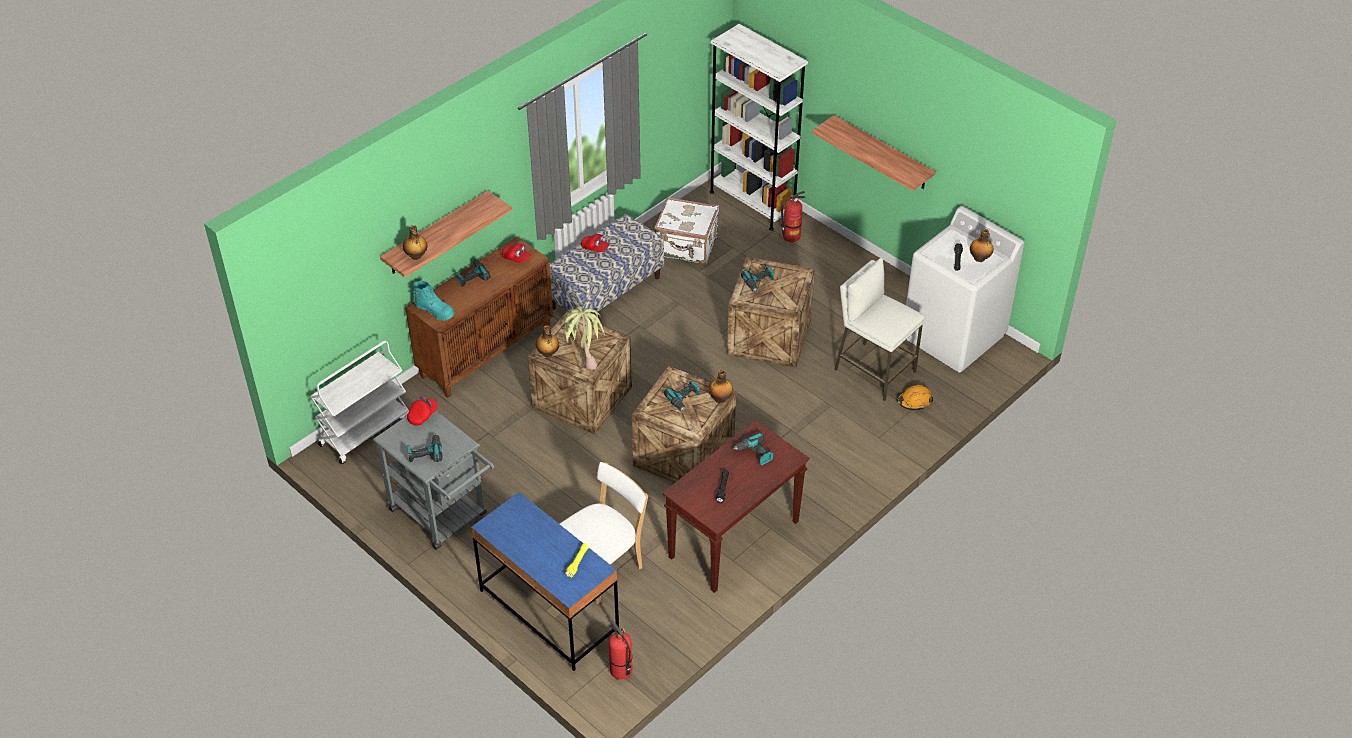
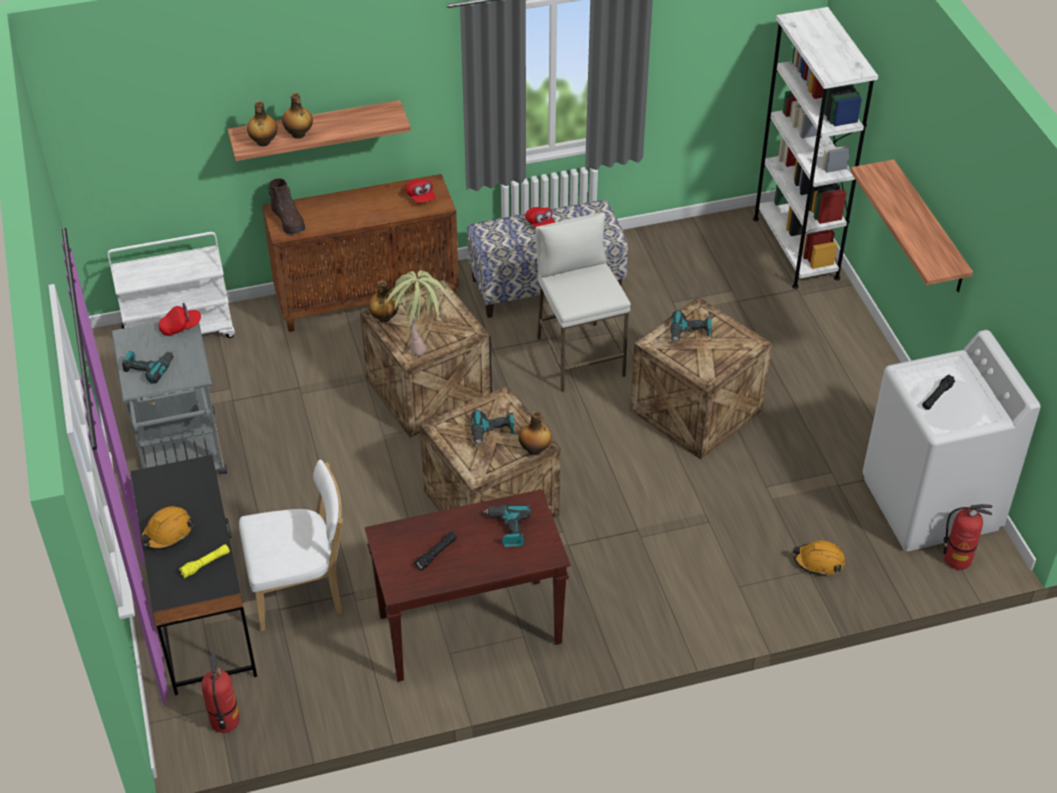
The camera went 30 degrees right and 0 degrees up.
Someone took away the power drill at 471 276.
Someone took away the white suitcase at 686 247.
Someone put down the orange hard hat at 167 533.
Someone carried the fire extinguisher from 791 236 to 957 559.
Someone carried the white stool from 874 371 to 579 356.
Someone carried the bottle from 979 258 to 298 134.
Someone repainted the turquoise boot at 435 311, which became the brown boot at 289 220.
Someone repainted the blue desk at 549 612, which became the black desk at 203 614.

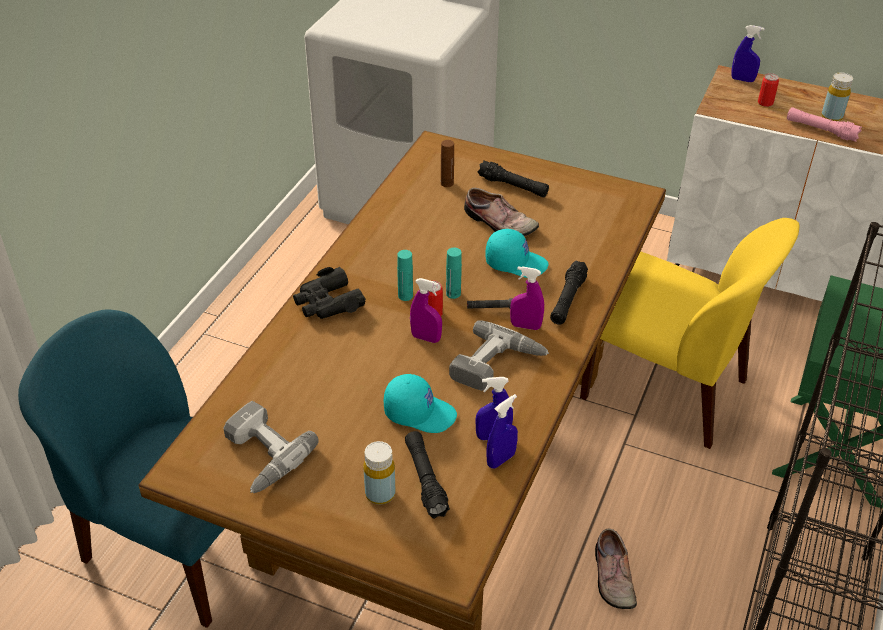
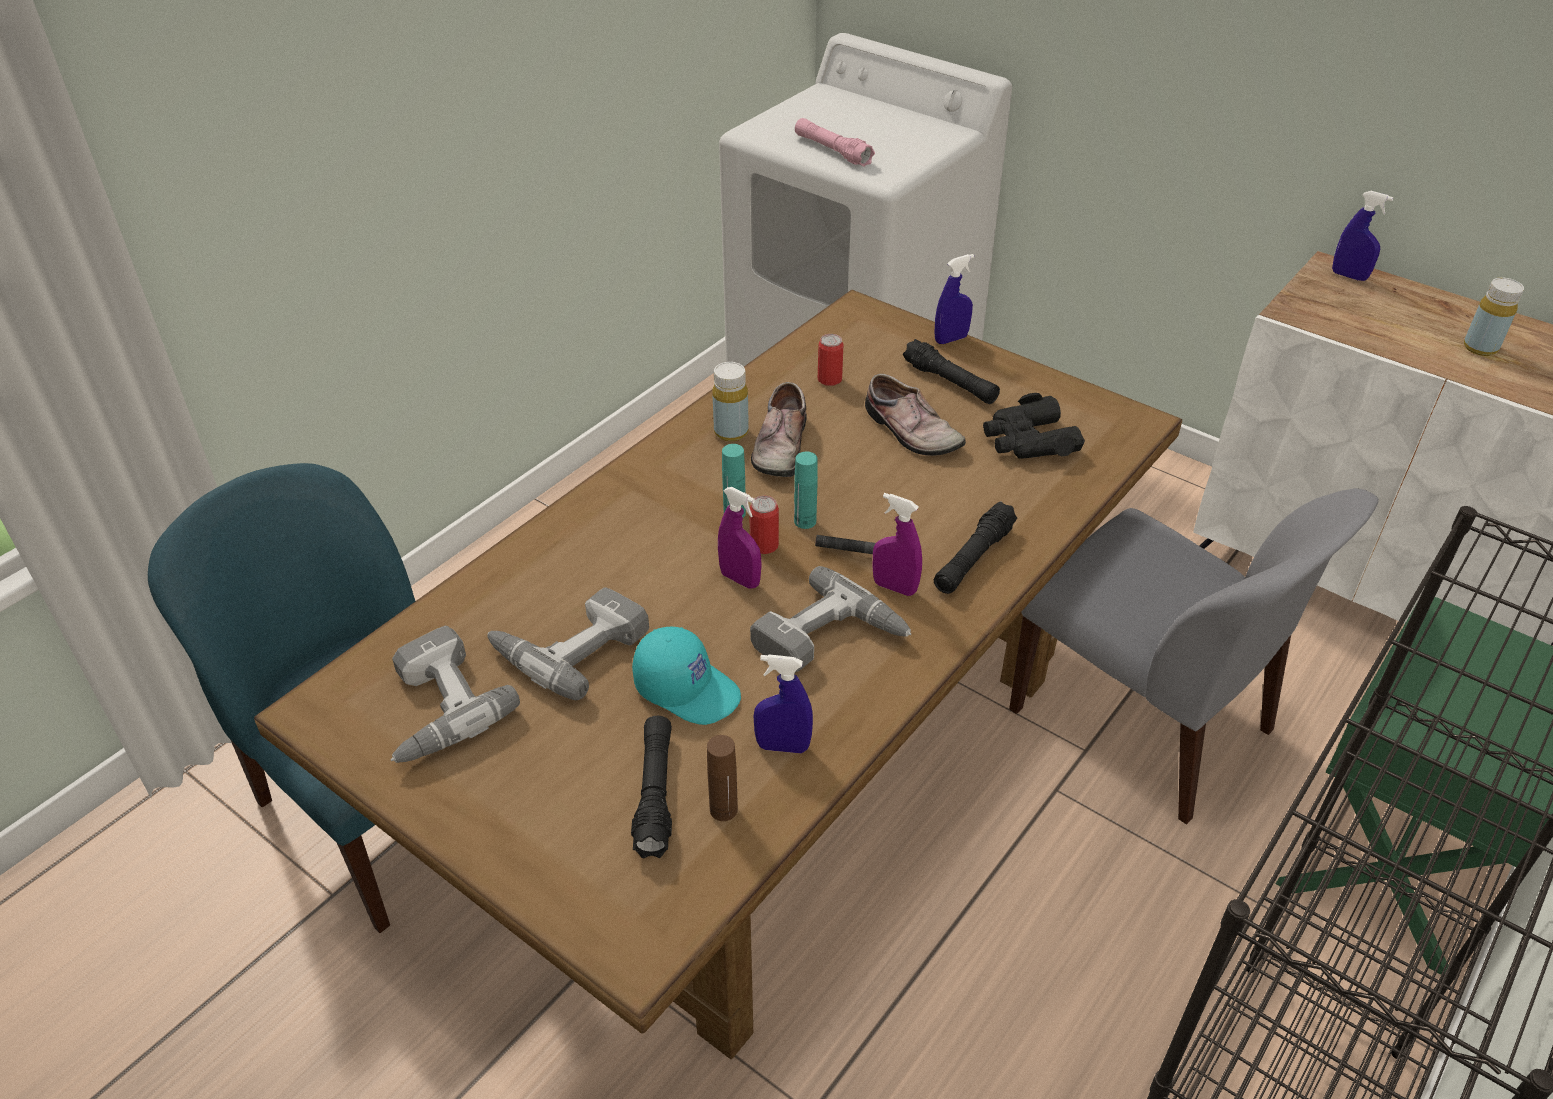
The camera went 15 degrees right and 0 degrees up.
Someone took away the turquoise cap at 516 262.
Someone put down the power drill at 570 646.
Someone carried the black binoculars from 327 303 to 1028 440.
Someone carried the yellow bottle from 380 494 to 731 432.
Someone carried the brown bottle from 447 183 to 723 809.
Someone carried the blue spray bottle from 501 460 to 951 339.
Someone carried the shoe from 611 577 to 778 446.
Someone carried the can from 765 103 to 829 379.
Someone carried the pink flashlight from 821 130 to 832 151.
Someone repainted the yellow chair at 667 390, which became the grey chair at 1145 723.

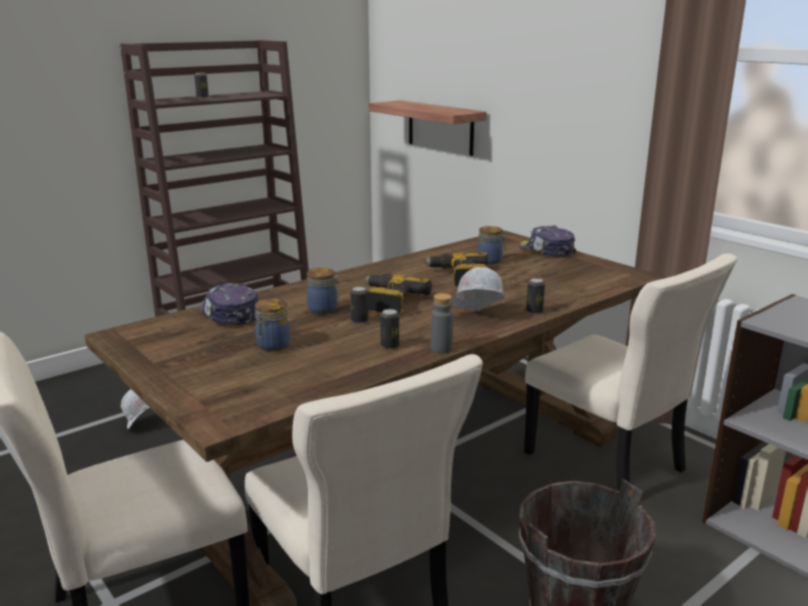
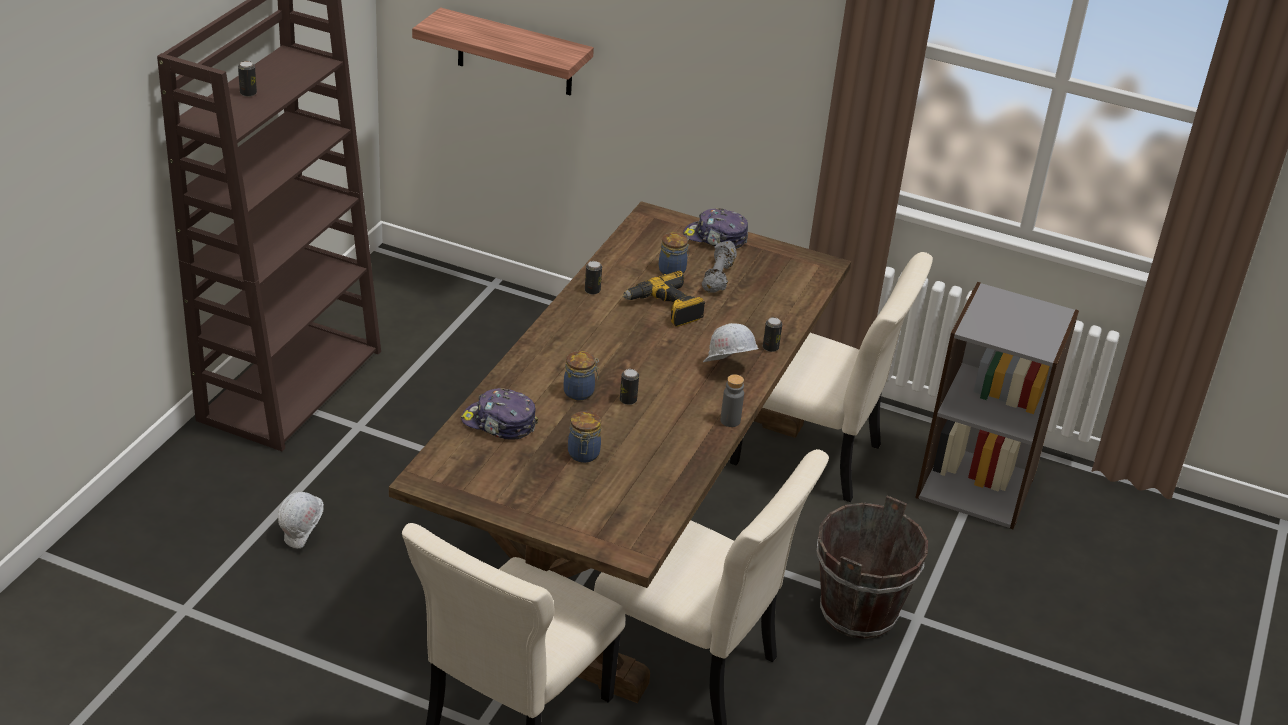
The camera went 30 degrees left and 15 degrees up.
Someone took away the power drill at 389 302.
Someone put down the grey dumbbell at 719 277.
Someone carried the can from 390 345 to 592 290.

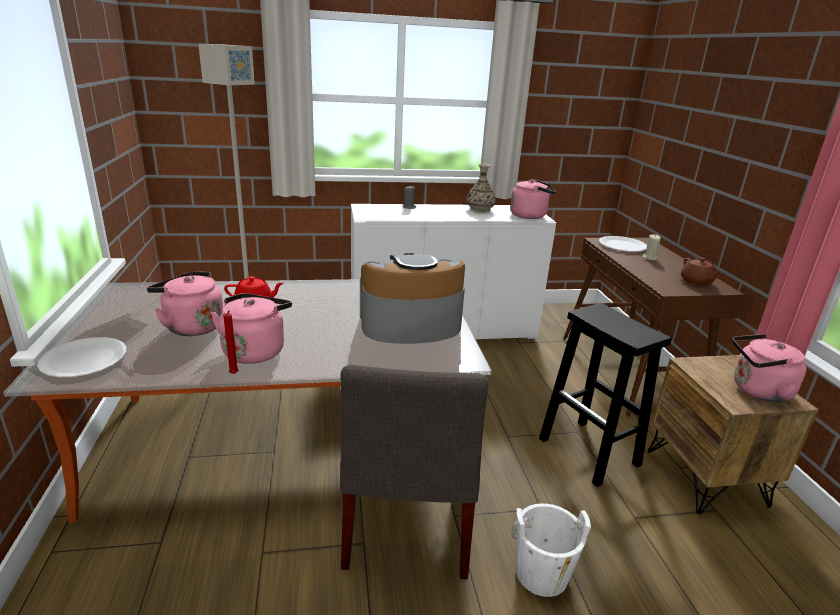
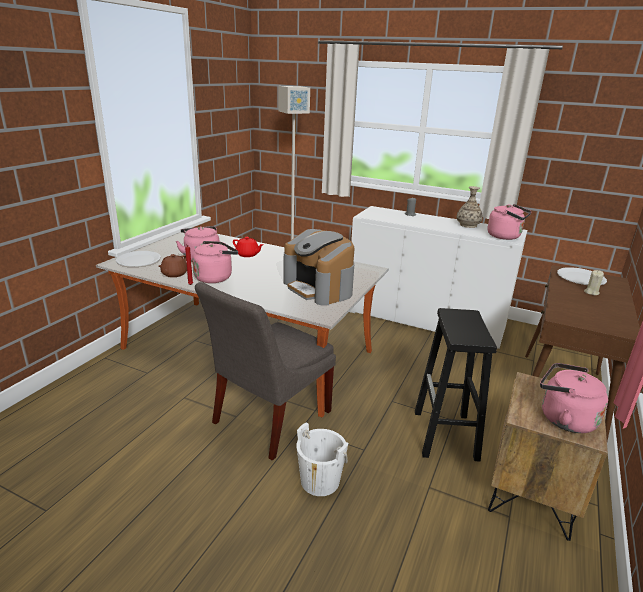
The camera went 35 degrees right and 0 degrees up.
Someone carried the brown teapot from 696 281 to 174 274.
Someone rotated the coffee machine at 409 325 by 150 degrees counterclockwise.

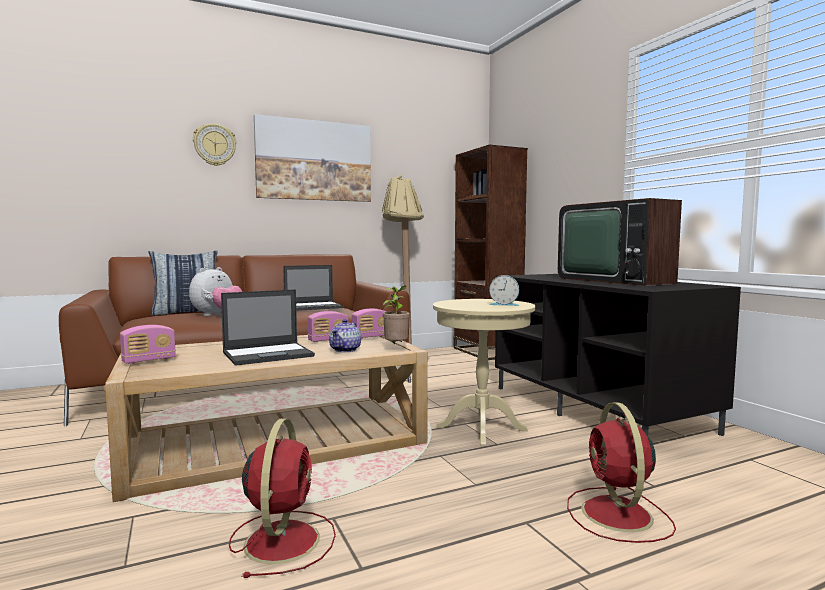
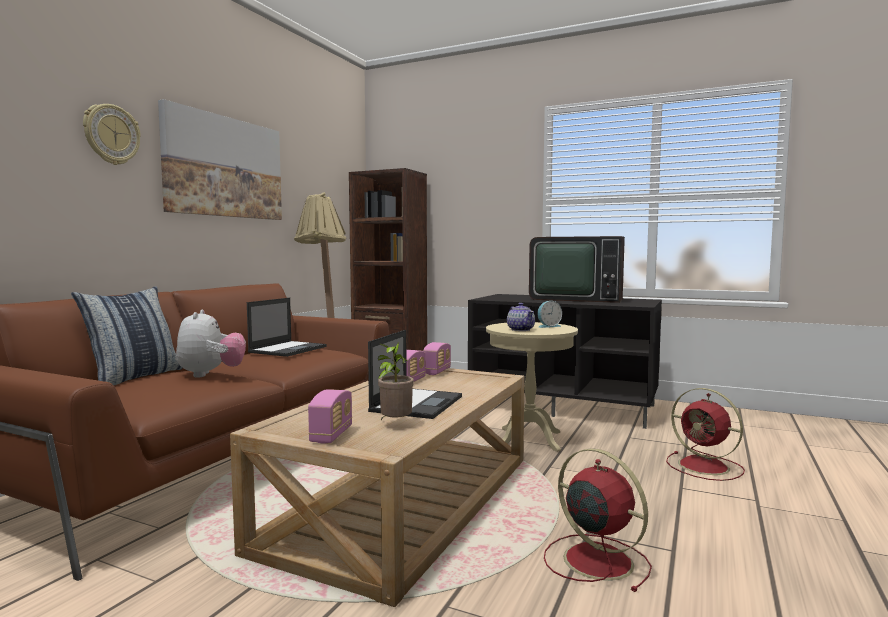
The camera went 40 degrees left and 0 degrees up.
Someone carried the teapot from 345 350 to 520 329.
Someone carried the potted plant from 396 347 to 394 425.

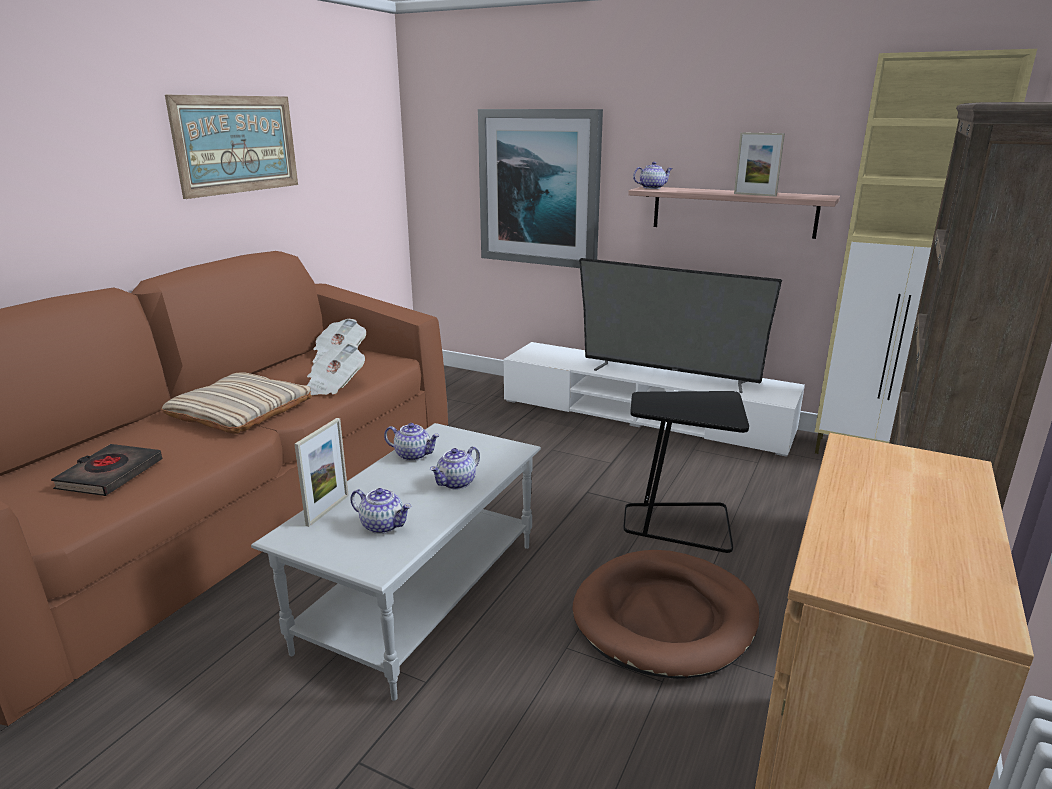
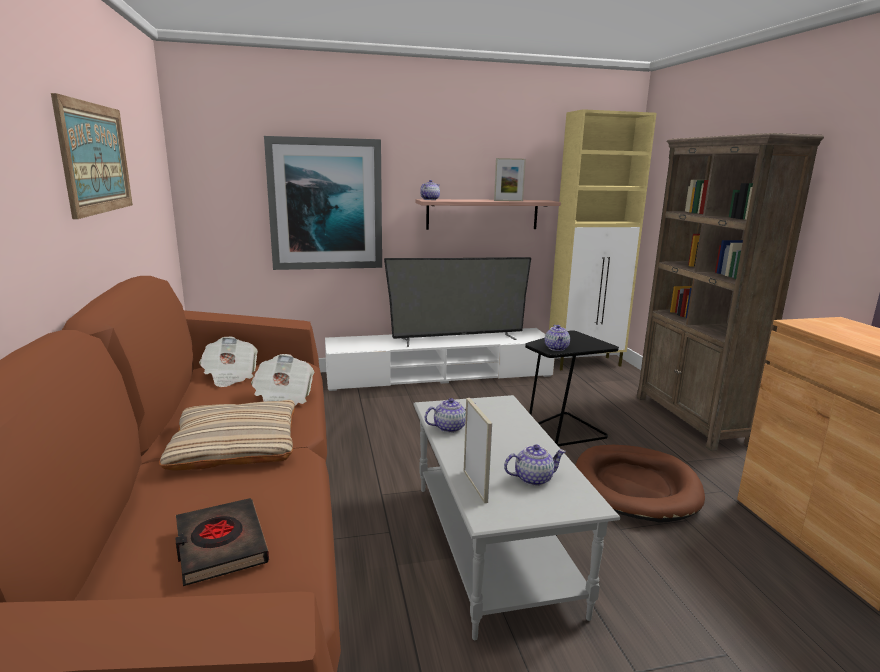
The camera went 40 degrees left and 5 degrees down.
Someone carried the teapot from 456 483 to 557 348.

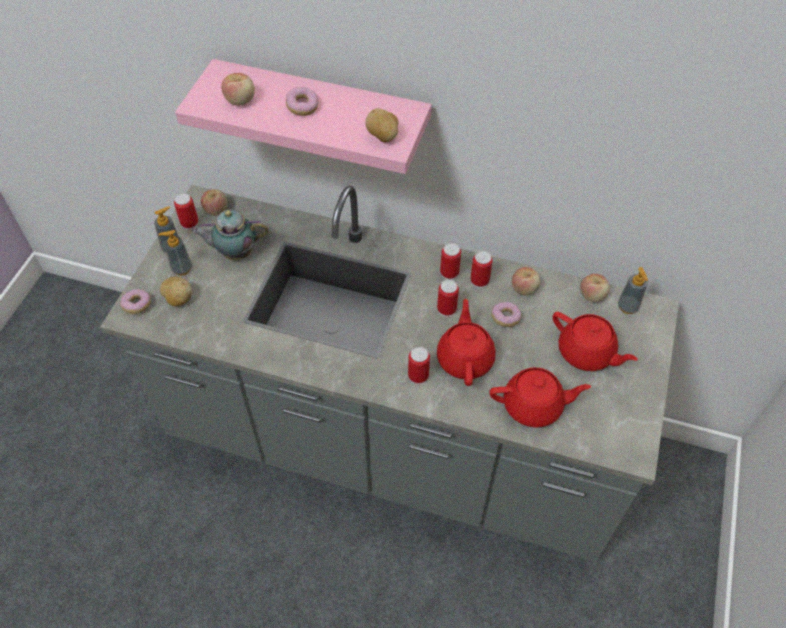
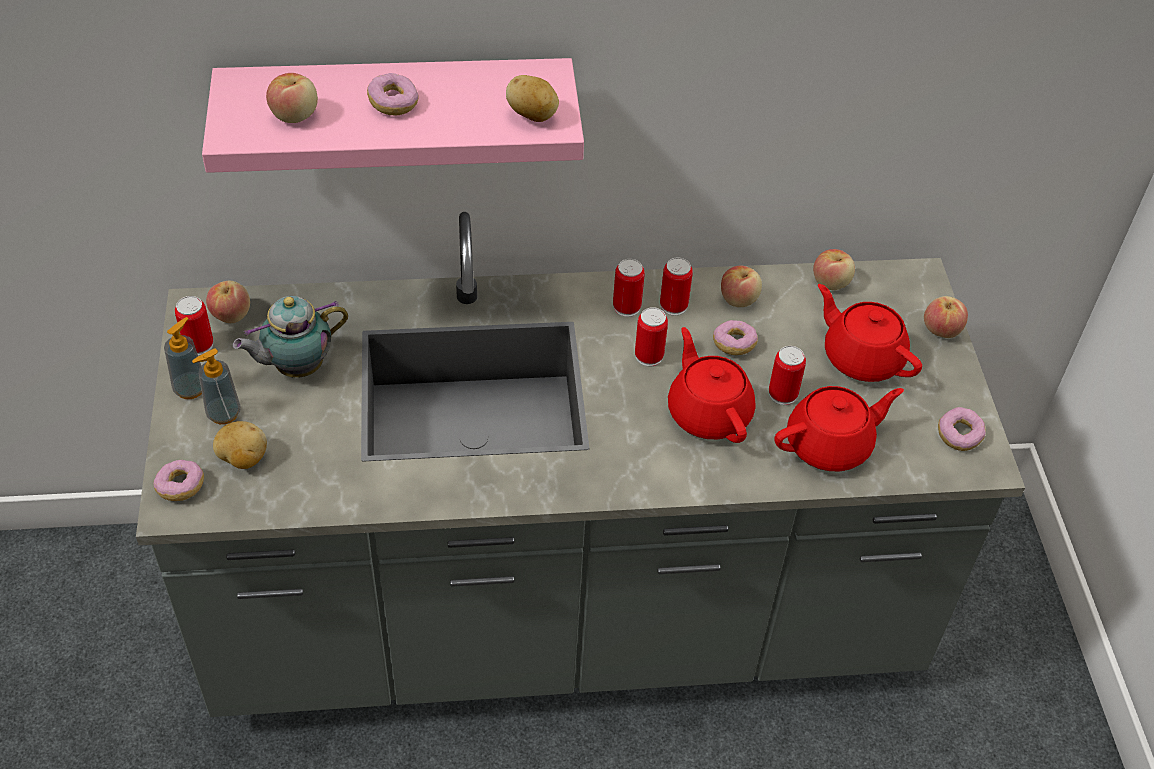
The camera went 25 degrees left and 5 degrees down.
Someone took away the soap dispenser at 628 307.
Someone put down the apple at 941 330.
Someone put down the donut at 958 436.
Someone carried the can from 418 376 to 782 394.
Someone rotated the red teapot at 586 353 by 150 degrees counterclockwise.

